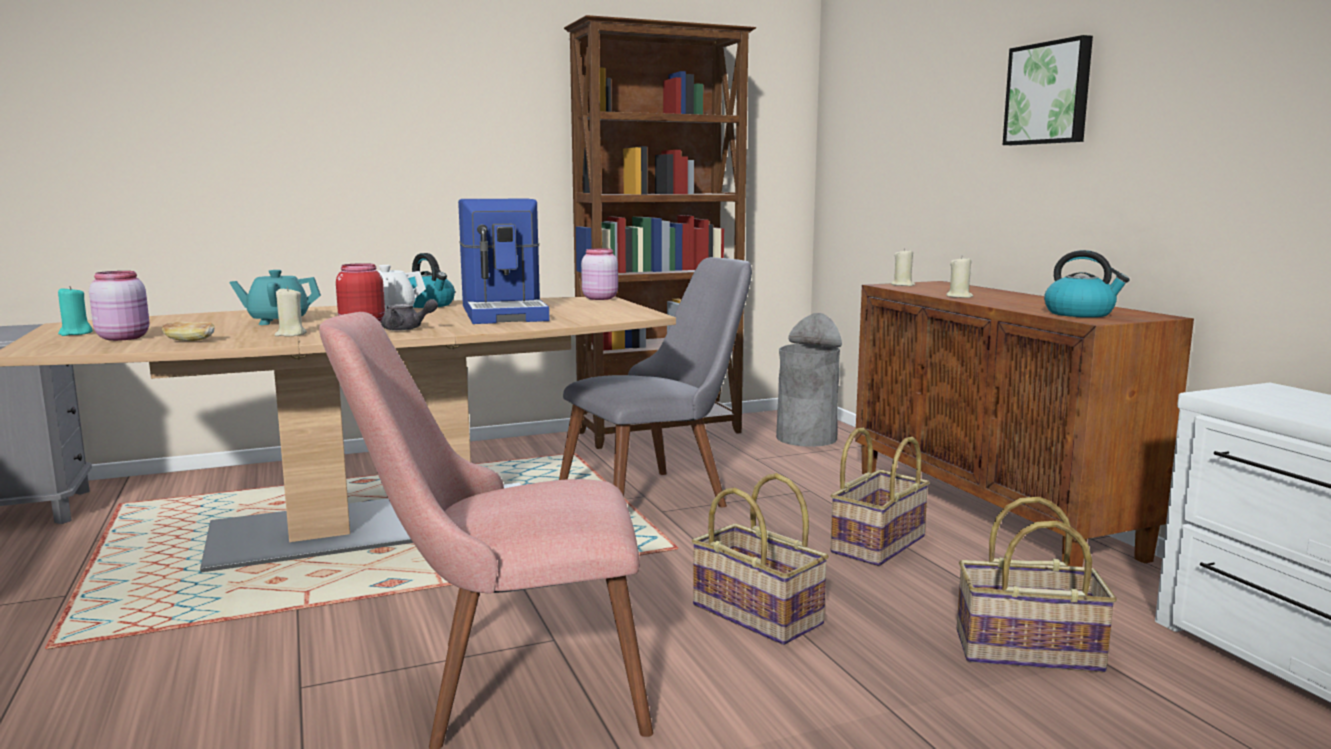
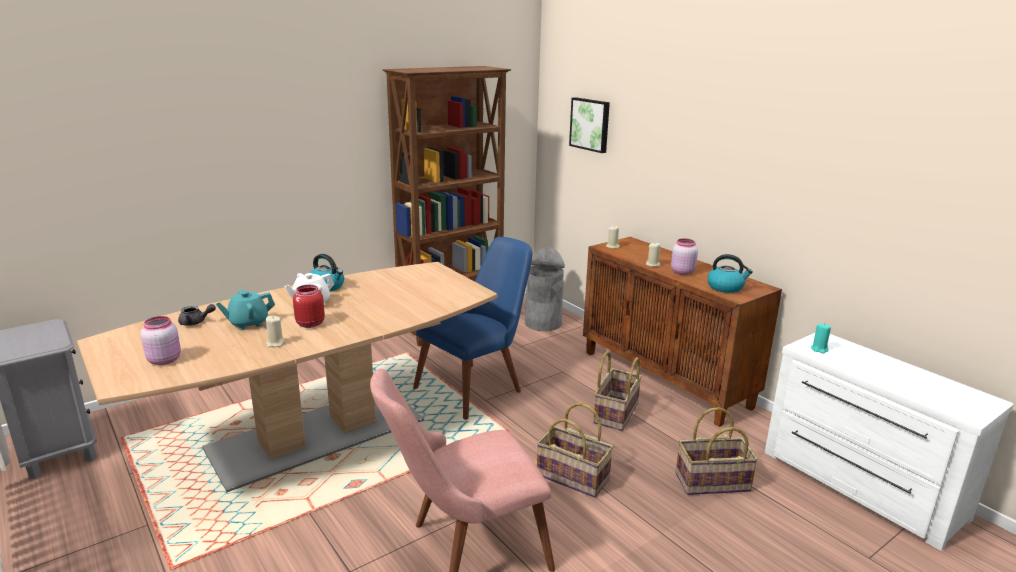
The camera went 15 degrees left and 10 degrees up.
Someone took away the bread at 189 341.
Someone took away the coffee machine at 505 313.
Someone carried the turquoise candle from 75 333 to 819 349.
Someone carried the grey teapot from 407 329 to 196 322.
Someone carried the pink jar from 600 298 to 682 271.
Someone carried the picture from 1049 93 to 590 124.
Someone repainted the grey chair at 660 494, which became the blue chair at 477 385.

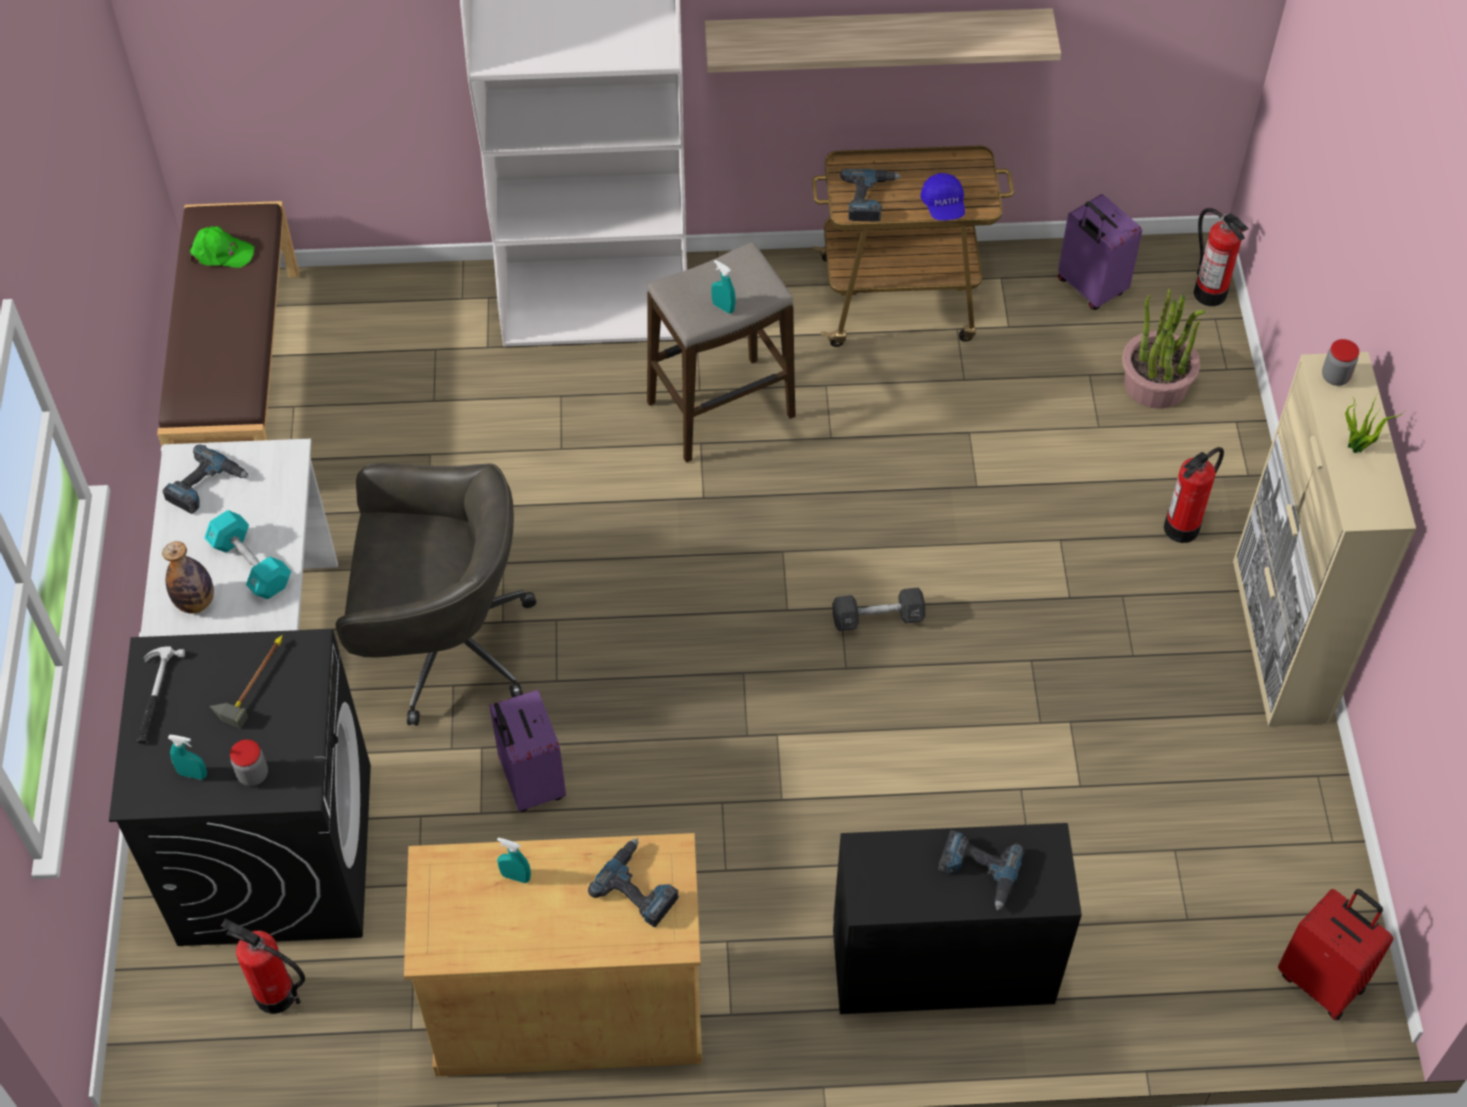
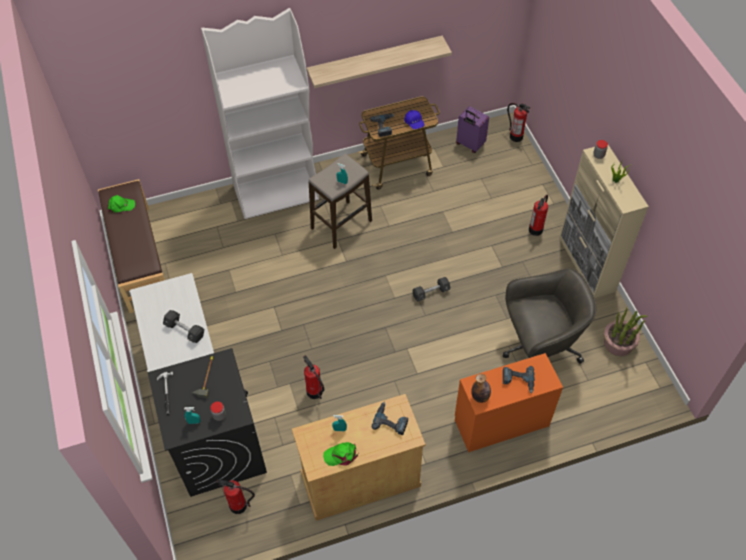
The camera went 15 degrees left and 0 degrees up.
Someone took away the power drill at 206 486.
Someone took away the red suitcase at 1322 980.
Someone put down the green cap at 341 455.
Someone carried the bottle from 195 602 to 480 397.
Someone carried the grey office chair from 442 645 to 539 348.
Someone carried the potted plant from 1155 384 to 618 343.
Someone swapped the purple suitcase at 530 782 for the fire extinguisher at 314 392.
Someone repainted the turquoise dumbbell at 250 564, which became the black dumbbell at 185 330.
Someone repainted the black dresser at 941 963, which became the orange dresser at 500 421.

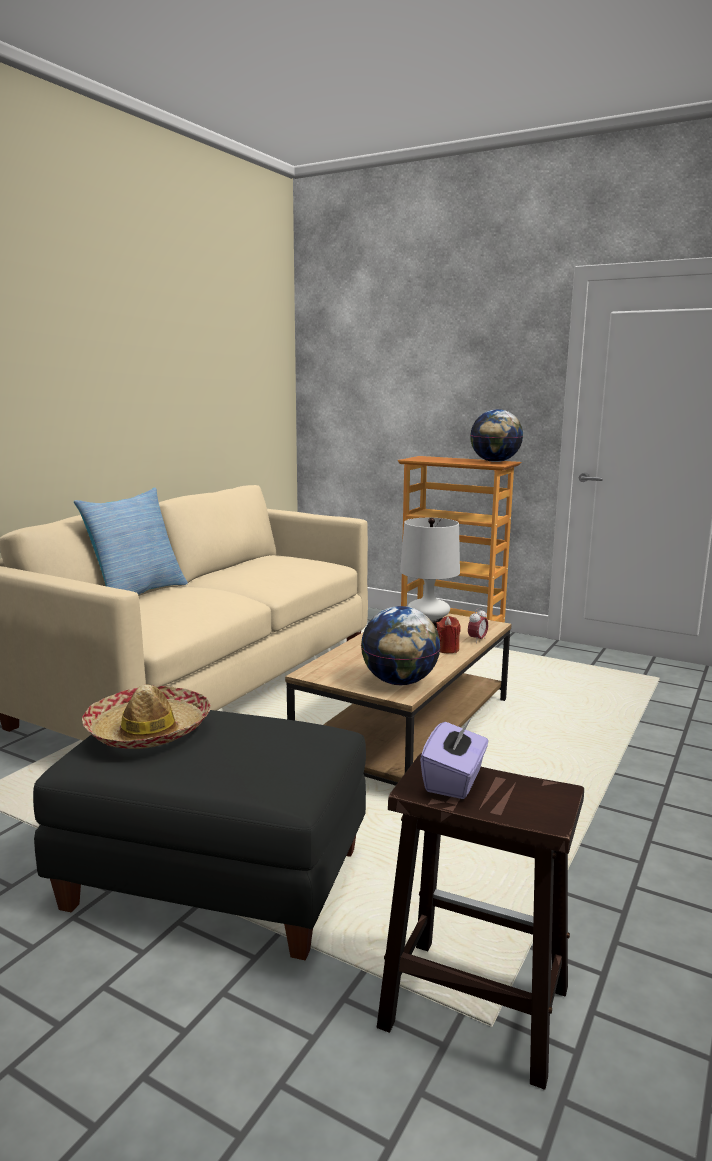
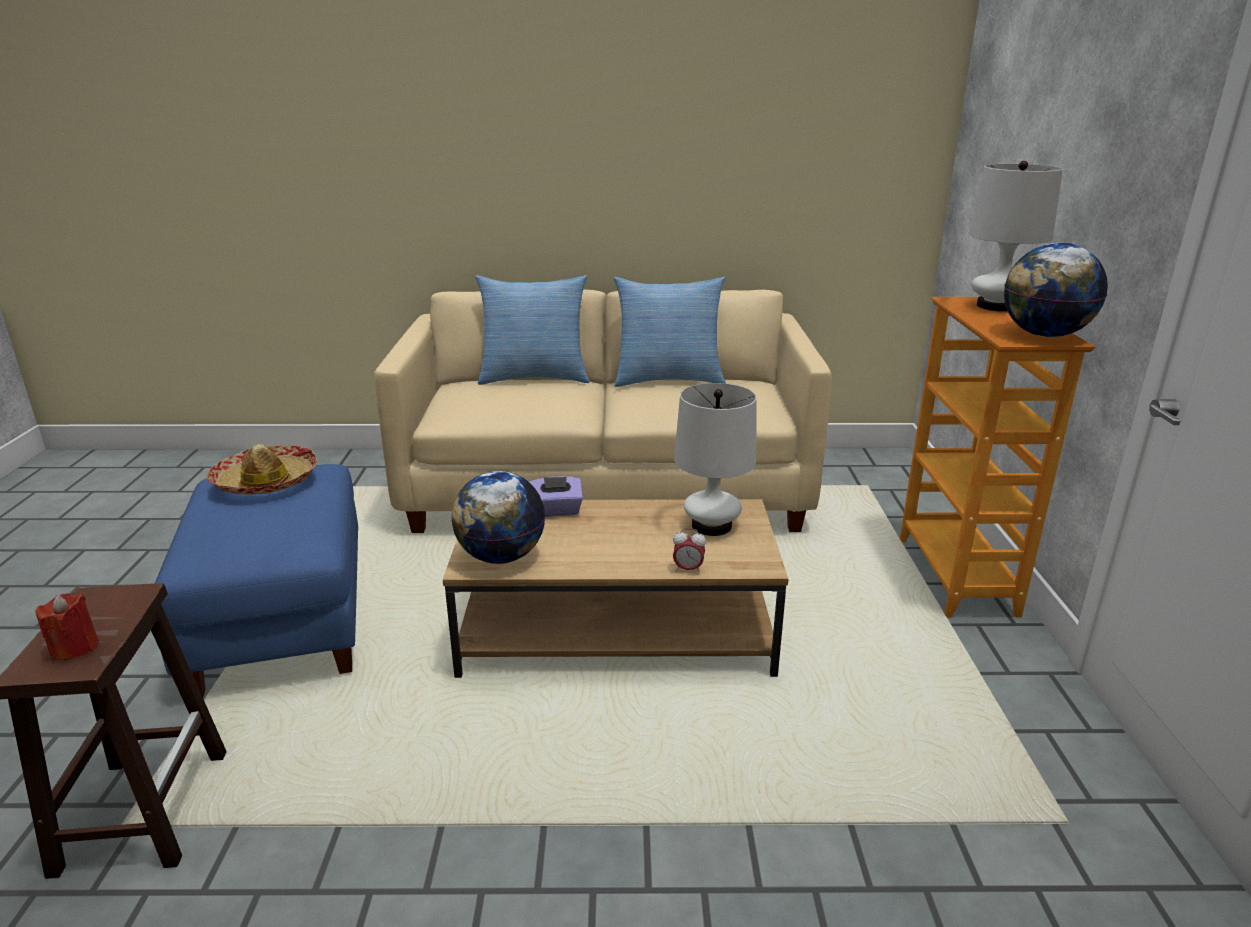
The camera went 60 degrees right and 10 degrees up.
Someone put down the pillow at 668 380.
Someone put down the white table lamp at 996 306.
Someone carried the purple tissue box from 454 781 to 556 511.
Someone carried the red candle from 447 649 to 75 648.
Someone repainted the black ottoman at 217 878, which became the blue ottoman at 285 621.

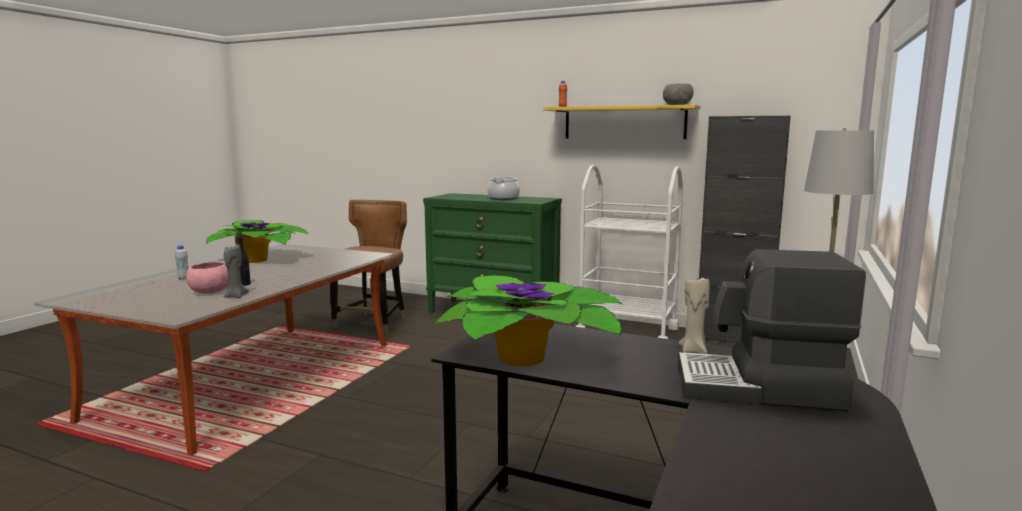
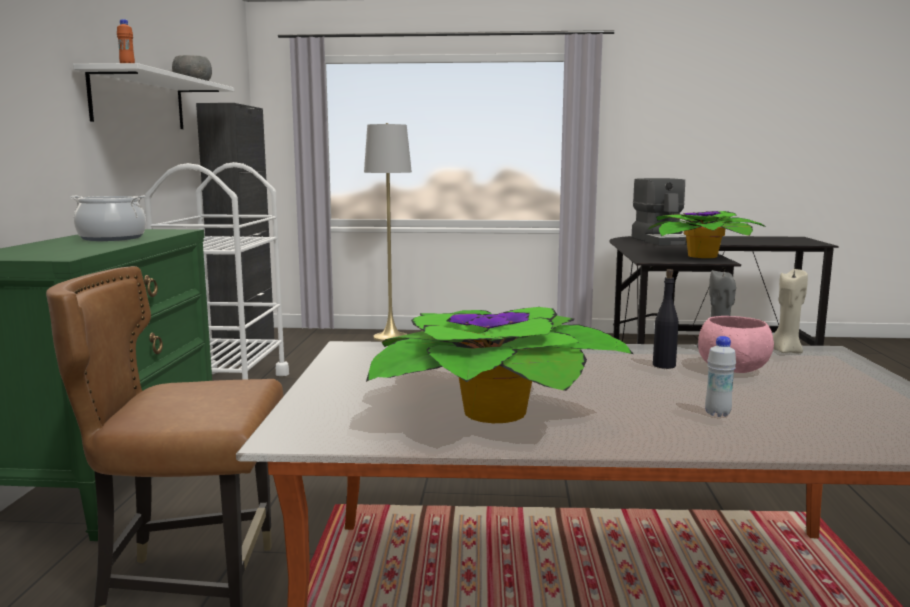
The camera went 110 degrees left and 0 degrees up.
Someone carried the beige candle from 693 351 to 785 351.
Someone repainted the yellow shelf at 624 123, which became the white shelf at 139 101.

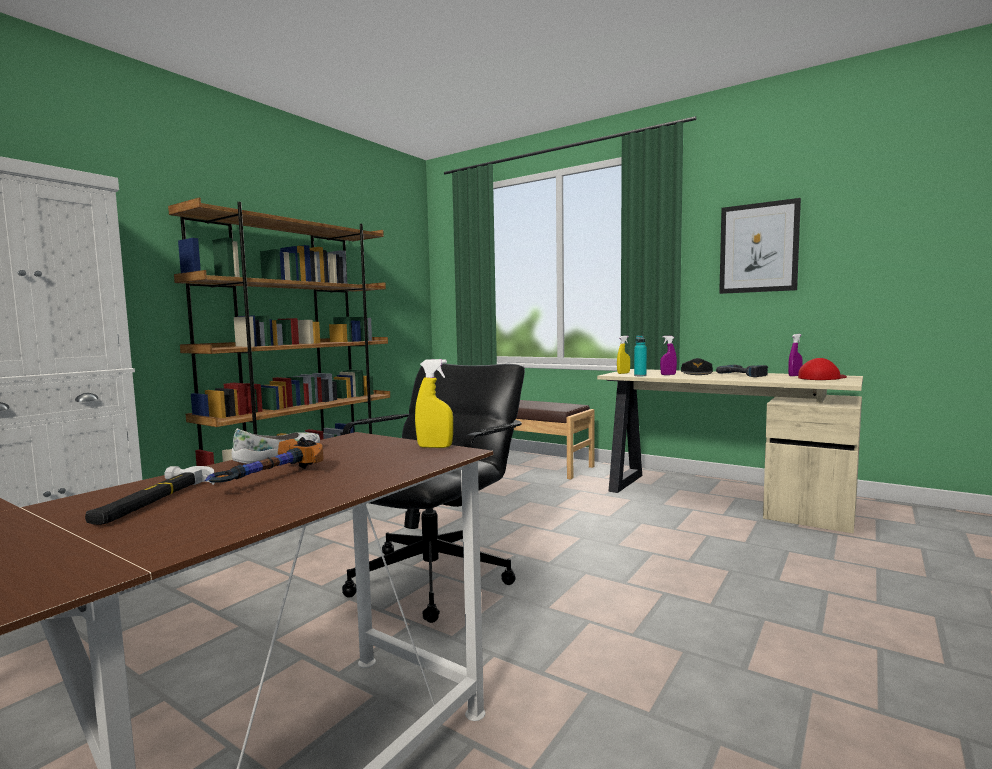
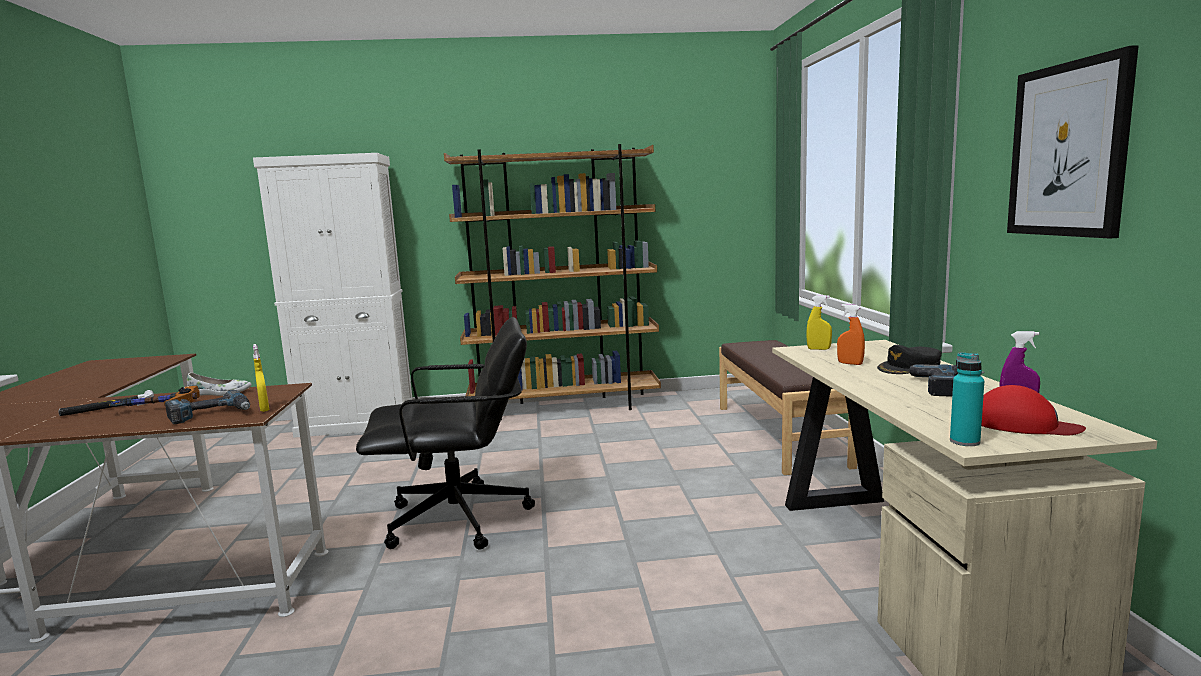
The camera went 50 degrees right and 5 degrees up.
Someone put down the power drill at 211 414.
Someone carried the turquoise bottle from 640 375 to 964 441.
Someone repainted the purple spray bottle at 668 375, which became the orange spray bottle at 850 363.

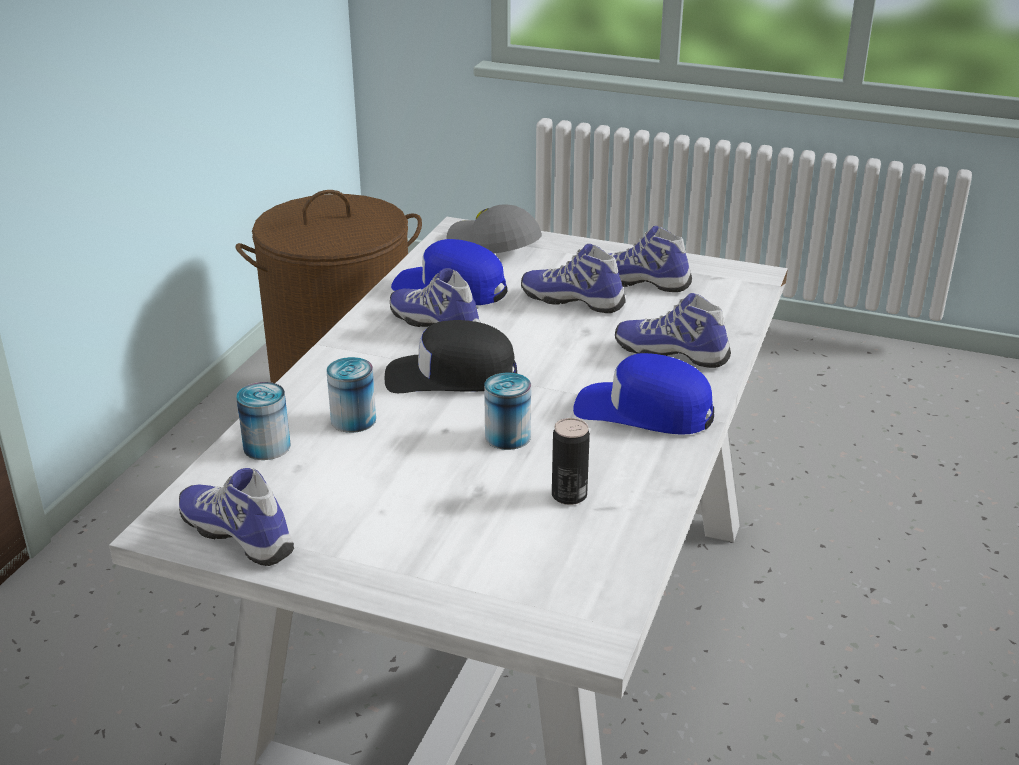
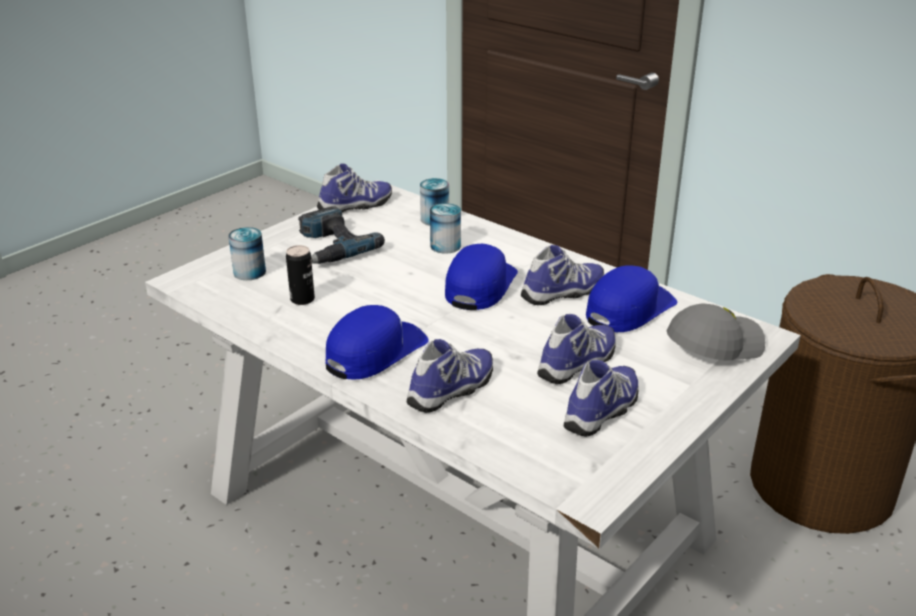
The camera went 110 degrees right and 0 degrees up.
Someone put down the power drill at 331 246.
Someone carried the can from 507 436 to 249 272.
Someone repainted the black cap at 450 375, which became the blue cap at 480 285.

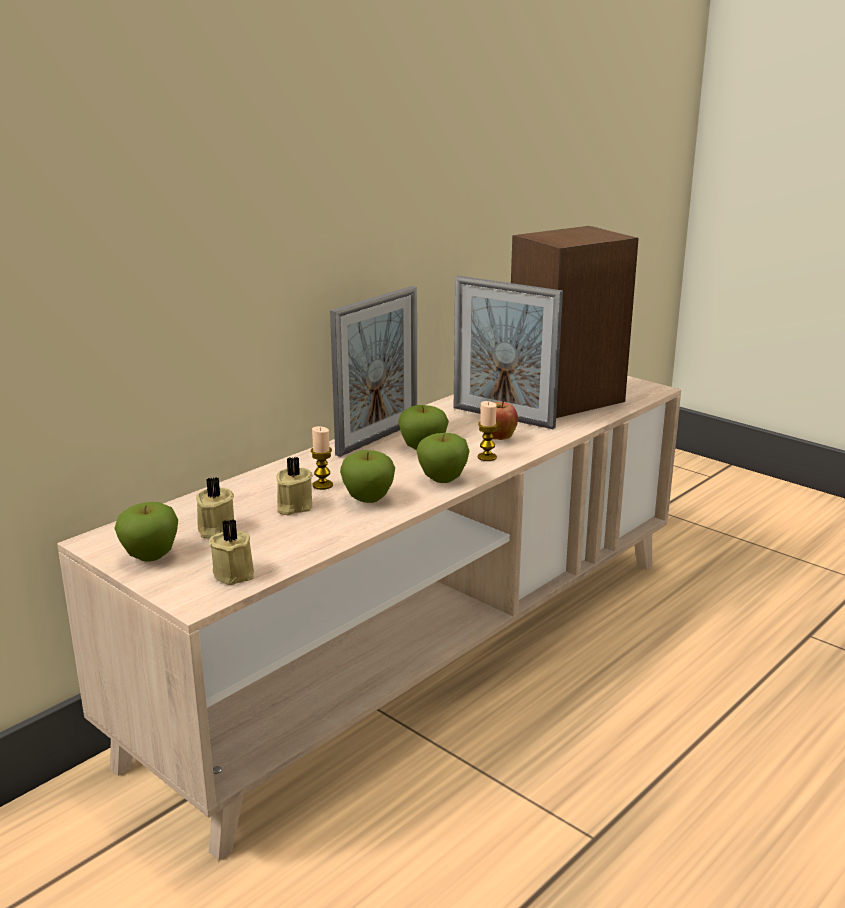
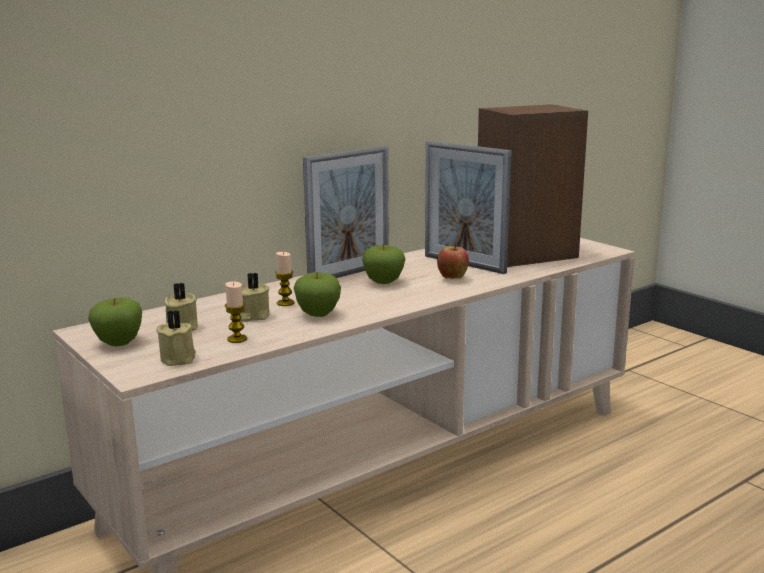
The camera went 10 degrees right and 5 degrees down.
Someone took away the apple at 442 479.
Someone carried the candle from 487 457 to 237 339.

